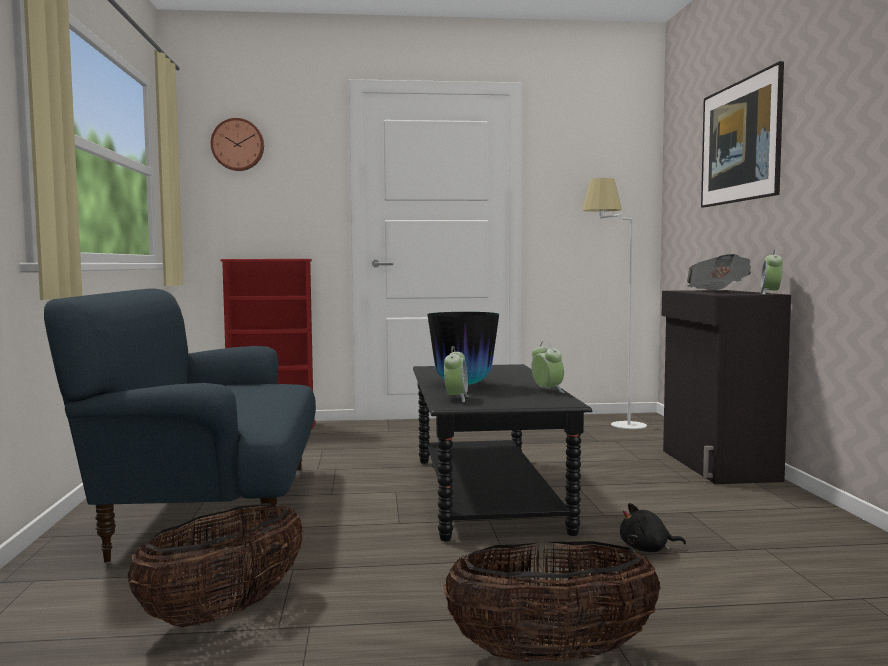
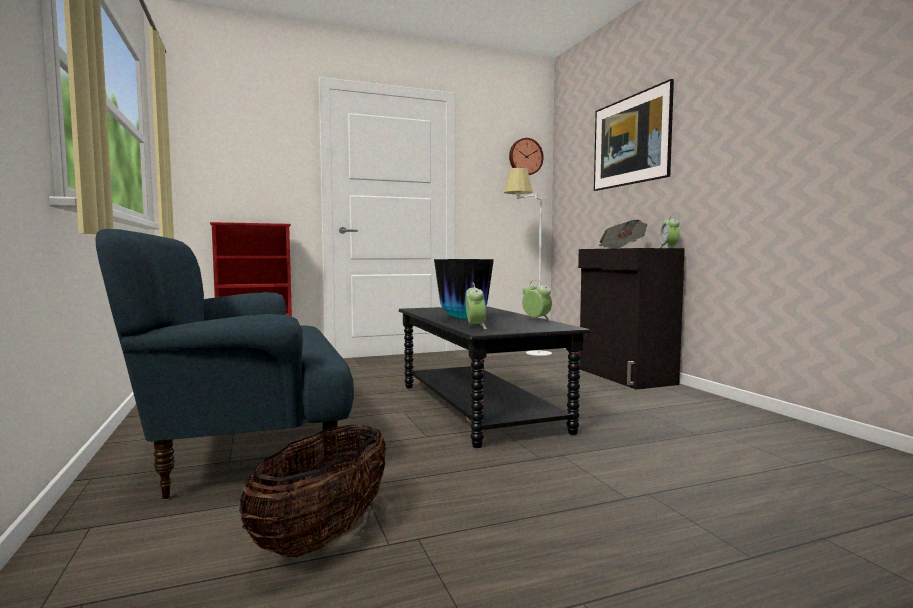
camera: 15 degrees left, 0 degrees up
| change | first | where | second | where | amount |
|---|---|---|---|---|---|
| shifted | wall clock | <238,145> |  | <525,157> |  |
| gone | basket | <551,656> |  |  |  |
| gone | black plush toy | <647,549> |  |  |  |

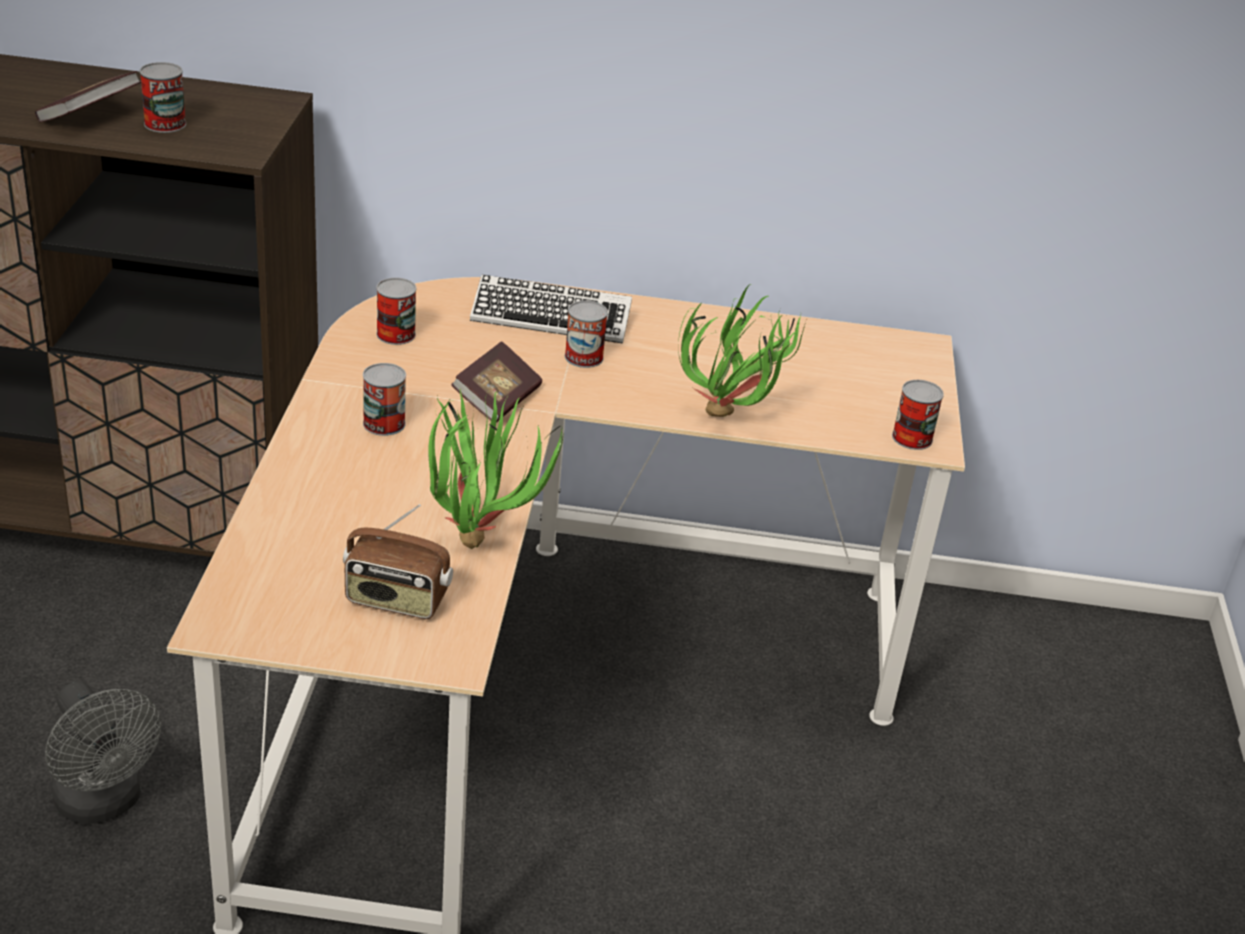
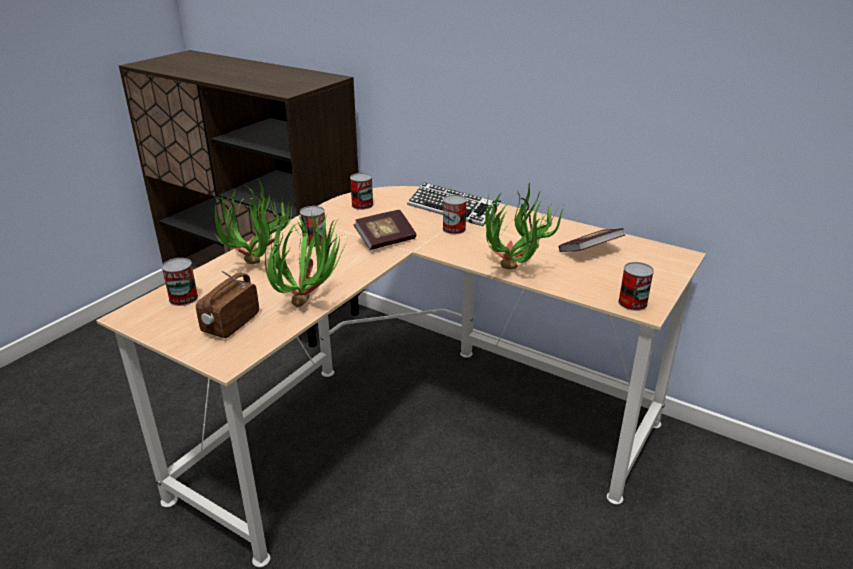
camera: 30 degrees right, 5 degrees down
| change | first | where | second | where | amount |
|---|---|---|---|---|---|
| shifted | can | <165,124> |  | <183,298> |  |
| rotated | radio | <396,600> |  | <230,324> | 75 degrees clockwise |
| new |  |  | potted plant | <258,268> |  |
| shifted | book | <90,116> |  | <590,251> |  |
| gone | grey fan | <104,803> |  |  |  |

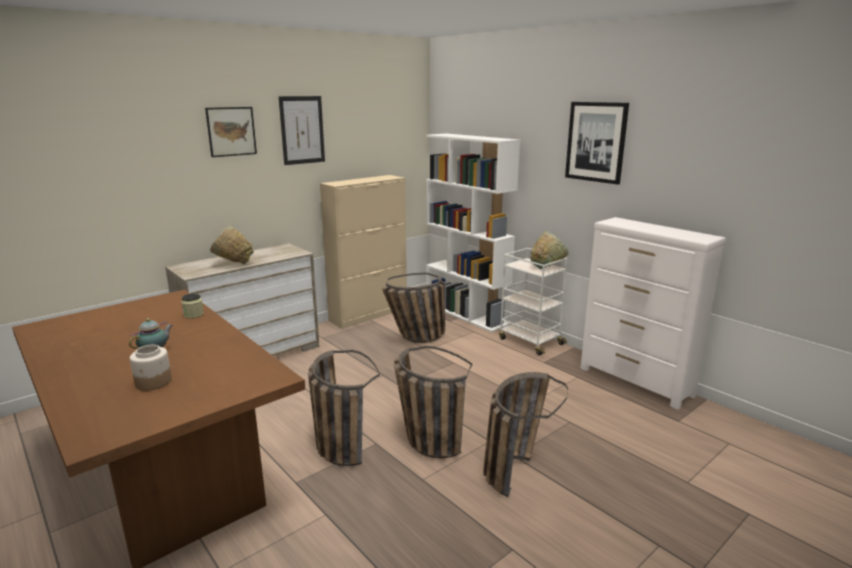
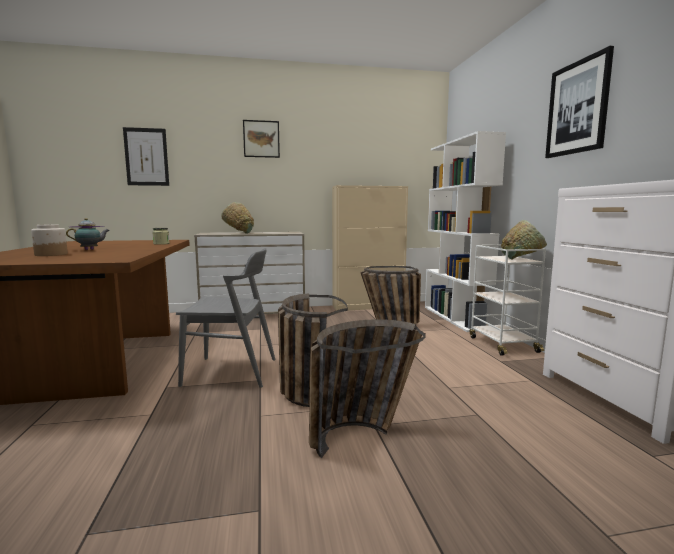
camera: 30 degrees right, 10 degrees down
| change | first | where | second | where | amount |
|---|---|---|---|---|---|
| shifted | picture | <302,130> |  | <146,157> |  |
| swapped | basket | <337,443> | grey chair | <231,372> |  |

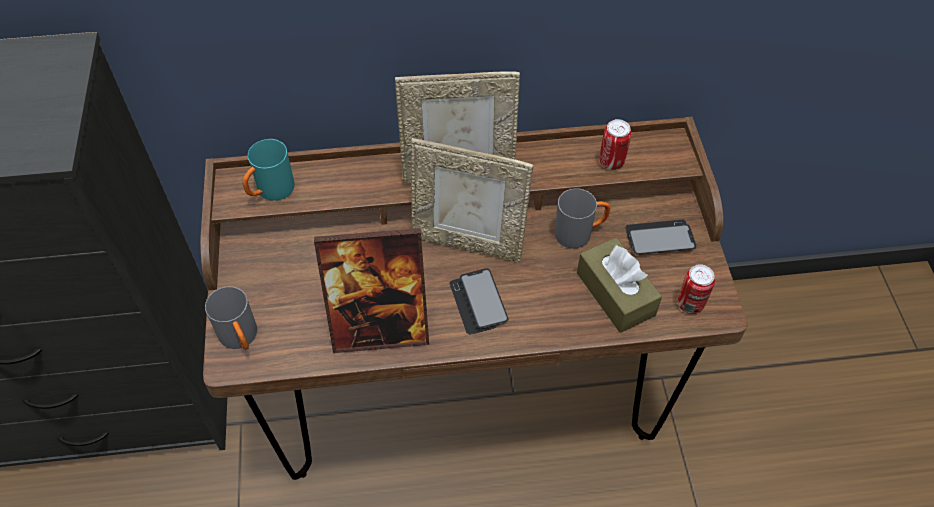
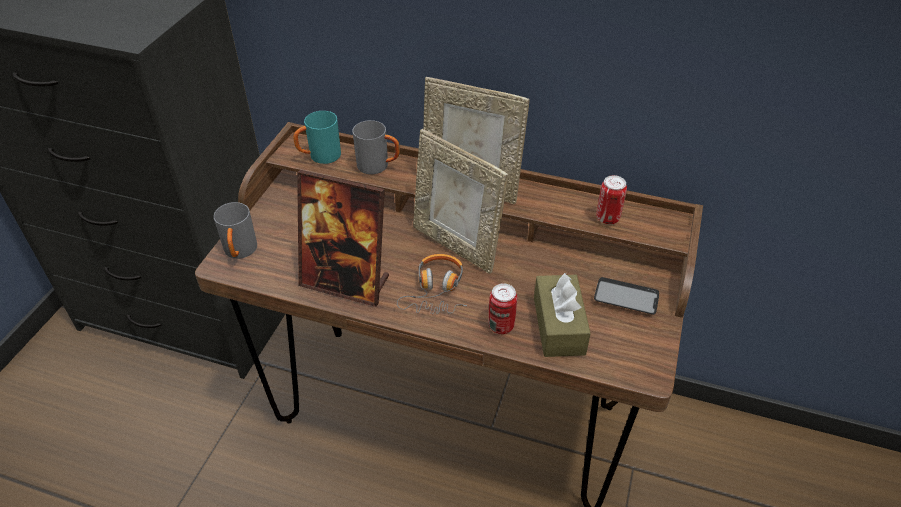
camera: 25 degrees right, 10 degrees down
| change | first | where | second | where | amount |
|---|---|---|---|---|---|
| shifted | grey mug | <580,233> |  | <379,166> |  |
| swapped | phone | <478,302> | headphones | <436,291> |  |
| shifted | can | <690,304> |  | <501,326> |  |

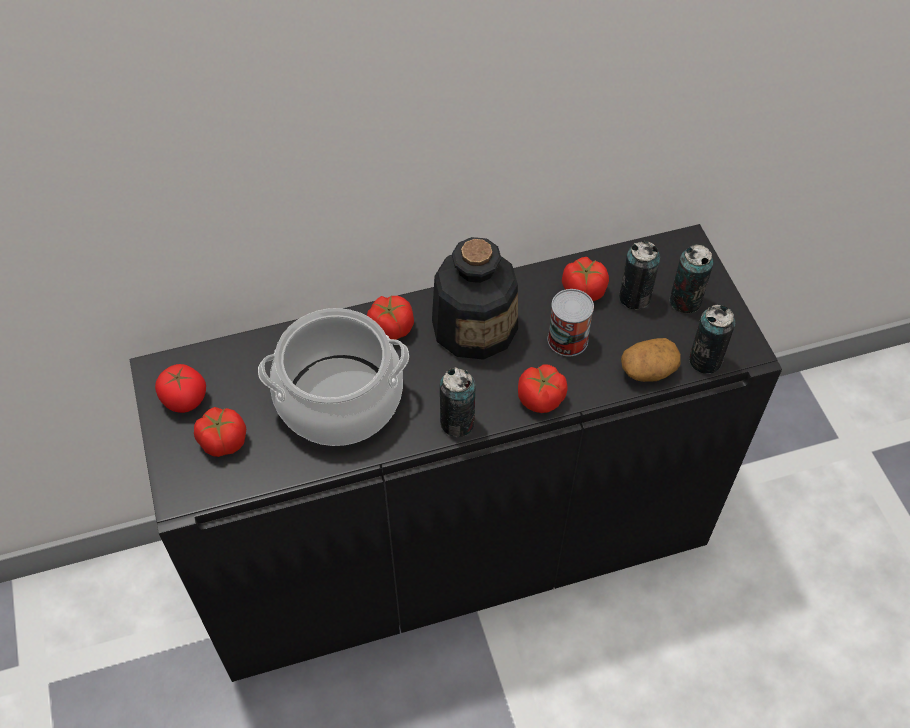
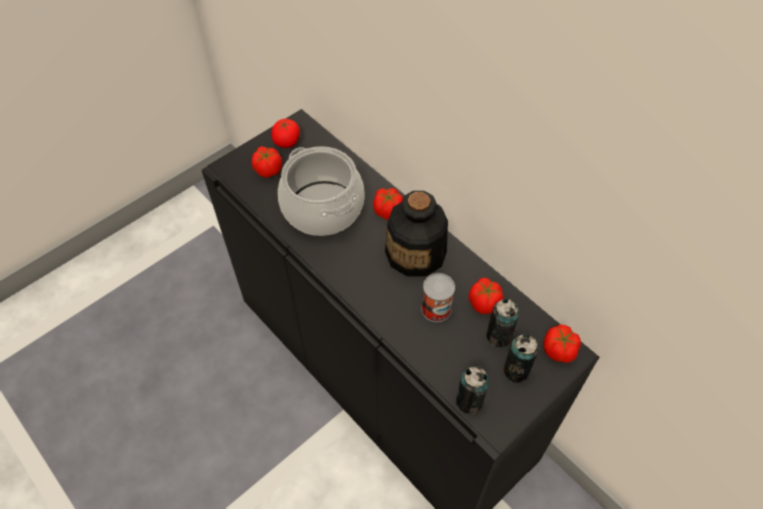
camera: 65 degrees right, 0 degrees up
| change | first | where | second | where | amount |
|---|---|---|---|---|---|
| shifted | tomato | <541,398> |  | <559,350> |  |
| gone | can | <457,423> |  |  |  |
| gone | potato | <648,370> |  |  |  |

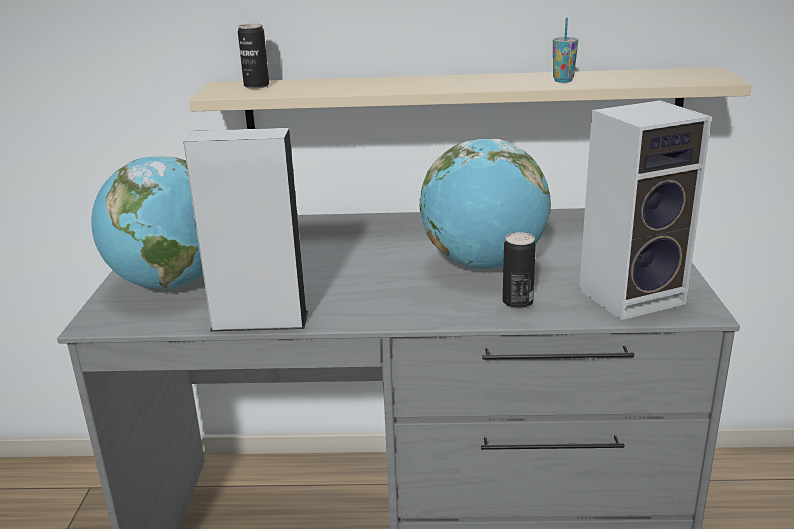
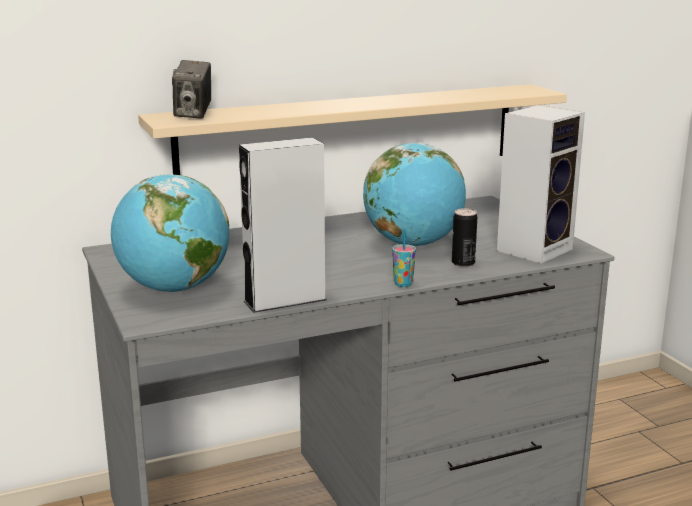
camera: 25 degrees left, 5 degrees down
| change | first | where | second | where | amount |
|---|---|---|---|---|---|
| swapped | can | <256,86> | photo camera | <193,115> |  |
| shifted | cup | <563,80> |  | <403,284> |  |

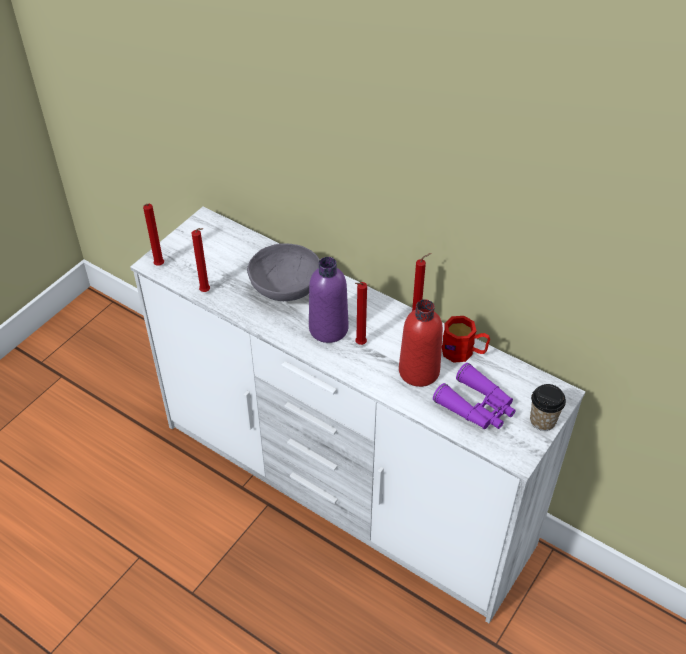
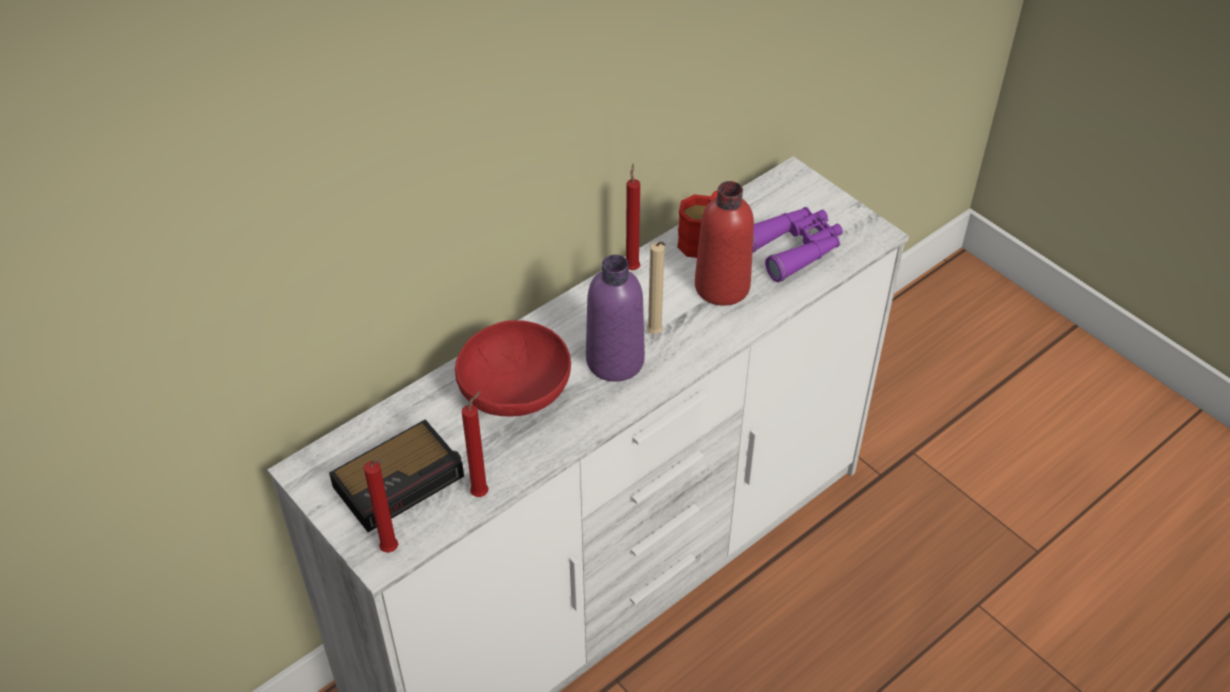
camera: 75 degrees left, 0 degrees up
| change | first | where | second | where | amount |
|---|---|---|---|---|---|
| new |  |  | alarm clock | <401,480> |  |
| repainted | grey bowl | <285,289> | red bowl | <516,394> |  |
| repainted | red candle | <359,344> | beige candle | <655,334> |  |
| gone | cup | <542,421> |  |  |  |

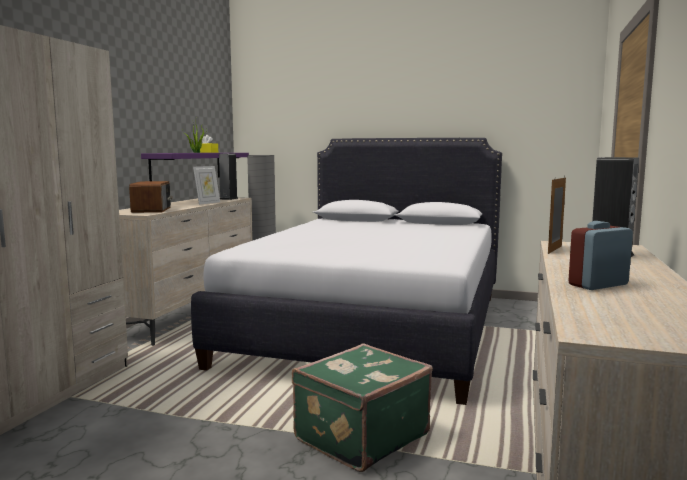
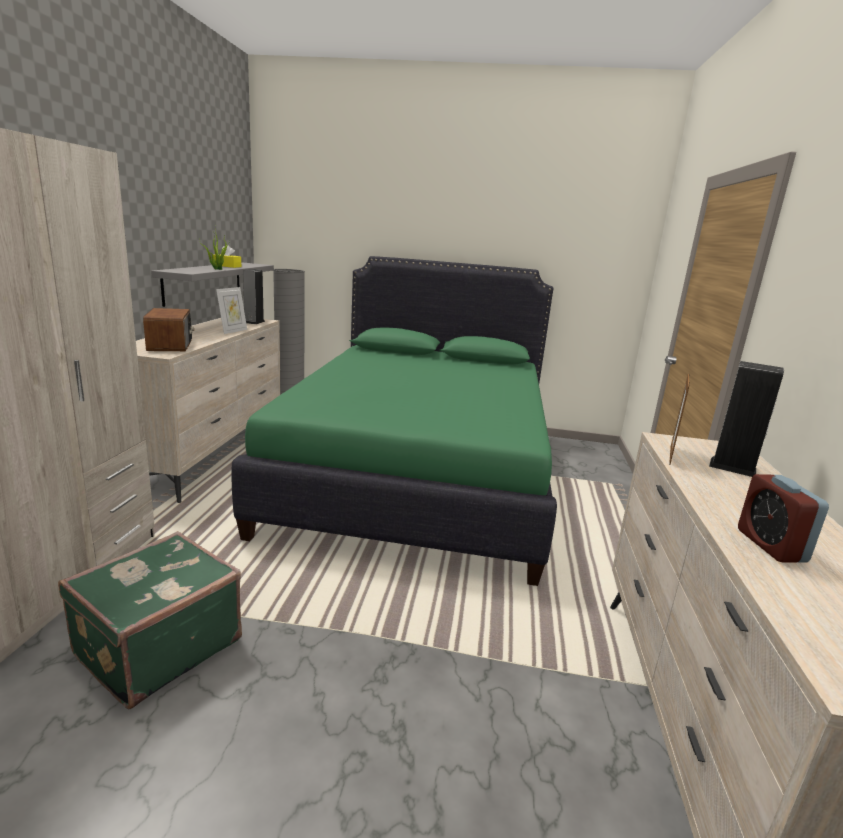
camera: 10 degrees left, 10 degrees up
| change | first | where | second | where | amount |
|---|---|---|---|---|---|
| shifted | green suitcase | <359,436> |  | <157,646> |  |
| repainted | purple shelf | <187,166> | grey shelf | <204,282> |  |
| repainted | white bed | <372,327> | green bed | <418,474> |  |
| rotated | alarm clock | <598,285> |  | <770,545> | 60 degrees counterclockwise |

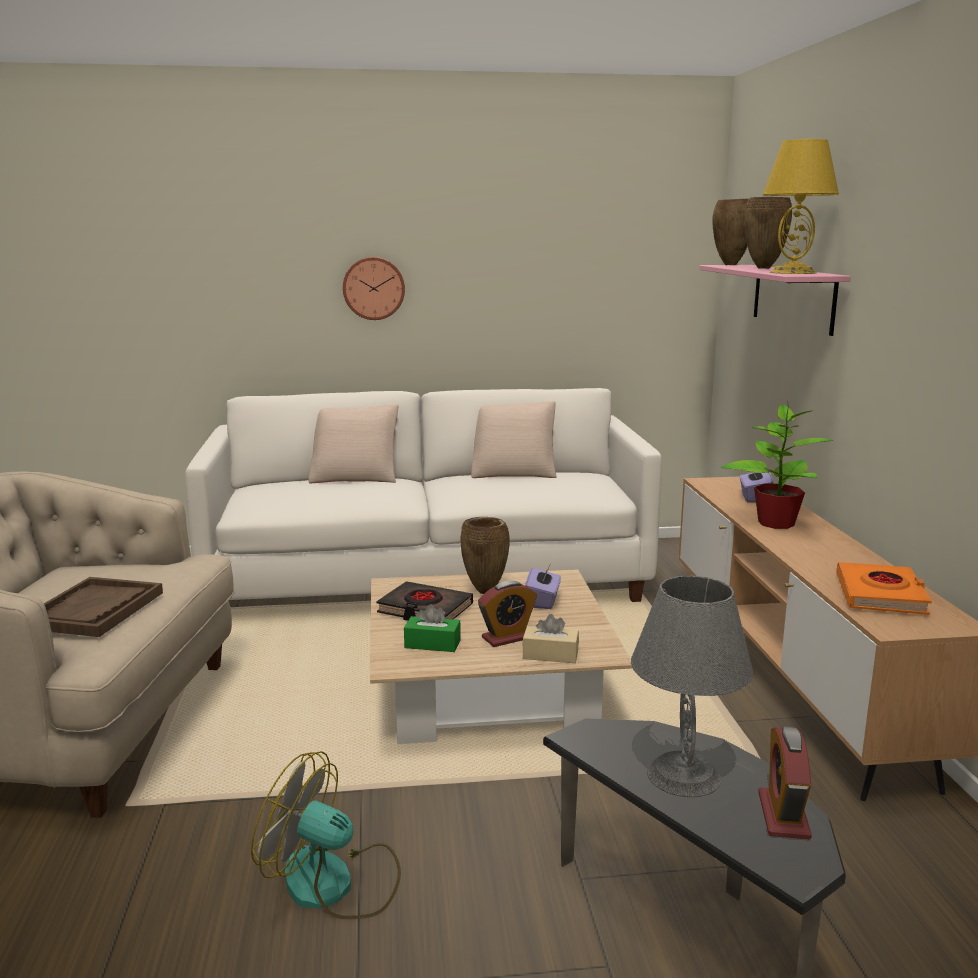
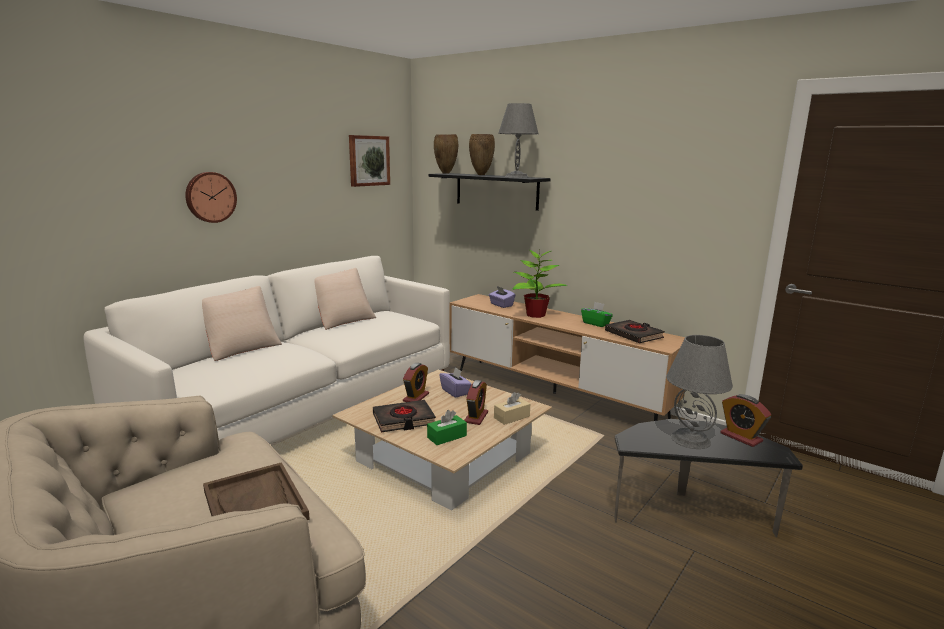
camera: 45 degrees left, 0 degrees up
| change | first | where | second | where | amount |
|---|---|---|---|---|---|
| new |  |  | picture | <368,160> |  |
| swapped | brown vase | <485,591> | alarm clock | <416,397> |  |
| repainted | pink shelf | <793,297> | black shelf | <496,191> |  |
| repainted | yellow table lamp | <793,272> | grey table lamp | <517,177> |  |
| new |  |  | green tissue box | <596,323> |  |
| repainted | orange book | <881,595> | black book | <634,335> |  |
| gone | fan | <334,884> |  |  |  |

